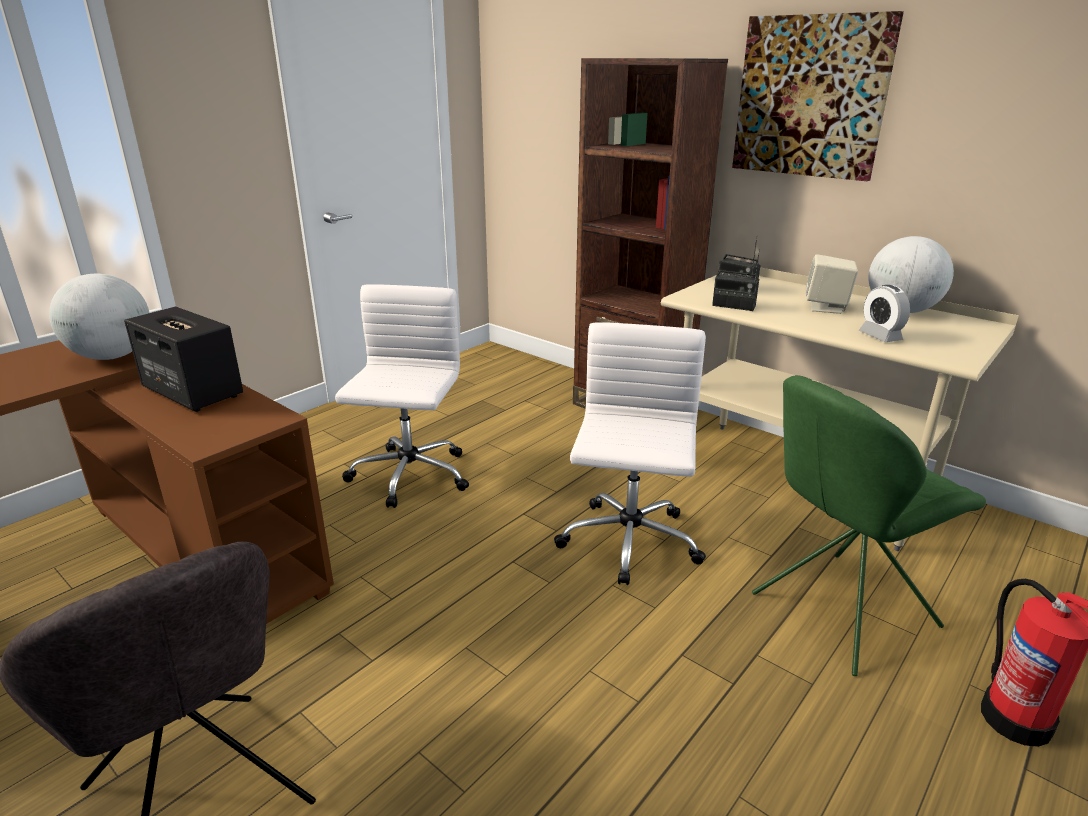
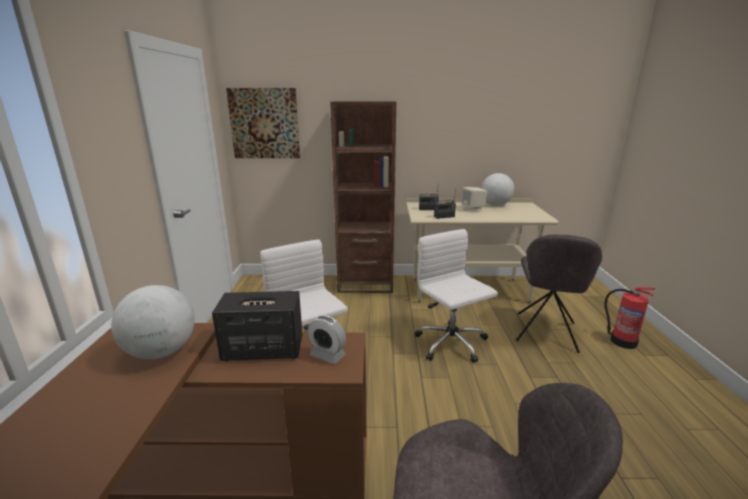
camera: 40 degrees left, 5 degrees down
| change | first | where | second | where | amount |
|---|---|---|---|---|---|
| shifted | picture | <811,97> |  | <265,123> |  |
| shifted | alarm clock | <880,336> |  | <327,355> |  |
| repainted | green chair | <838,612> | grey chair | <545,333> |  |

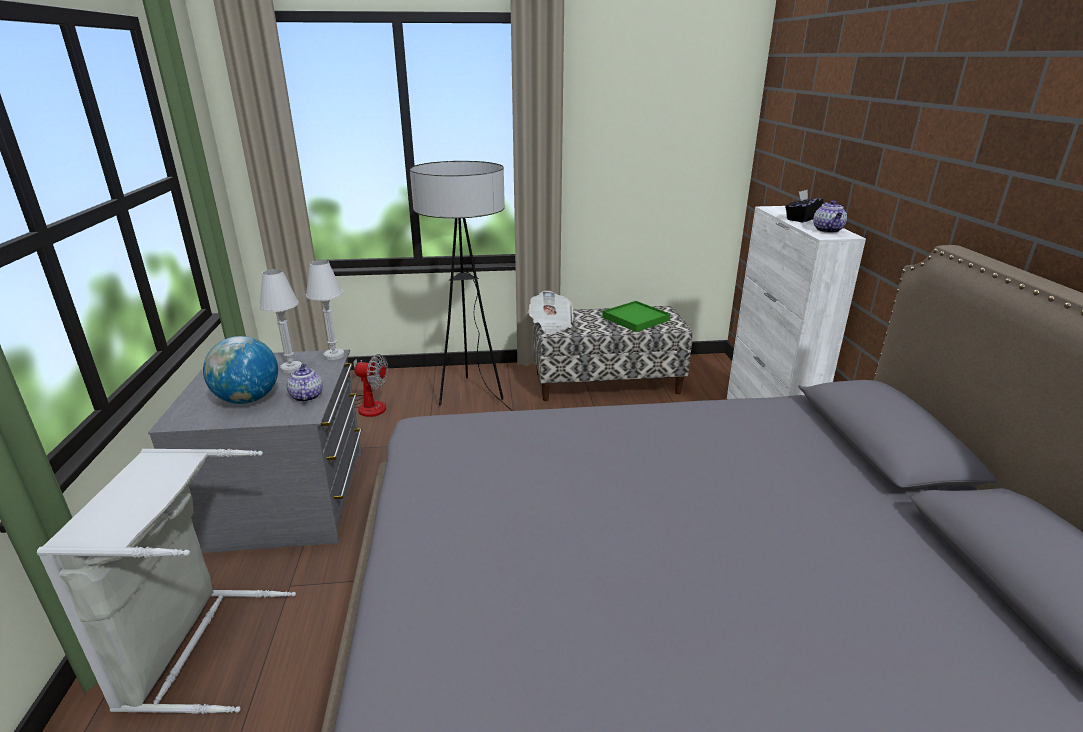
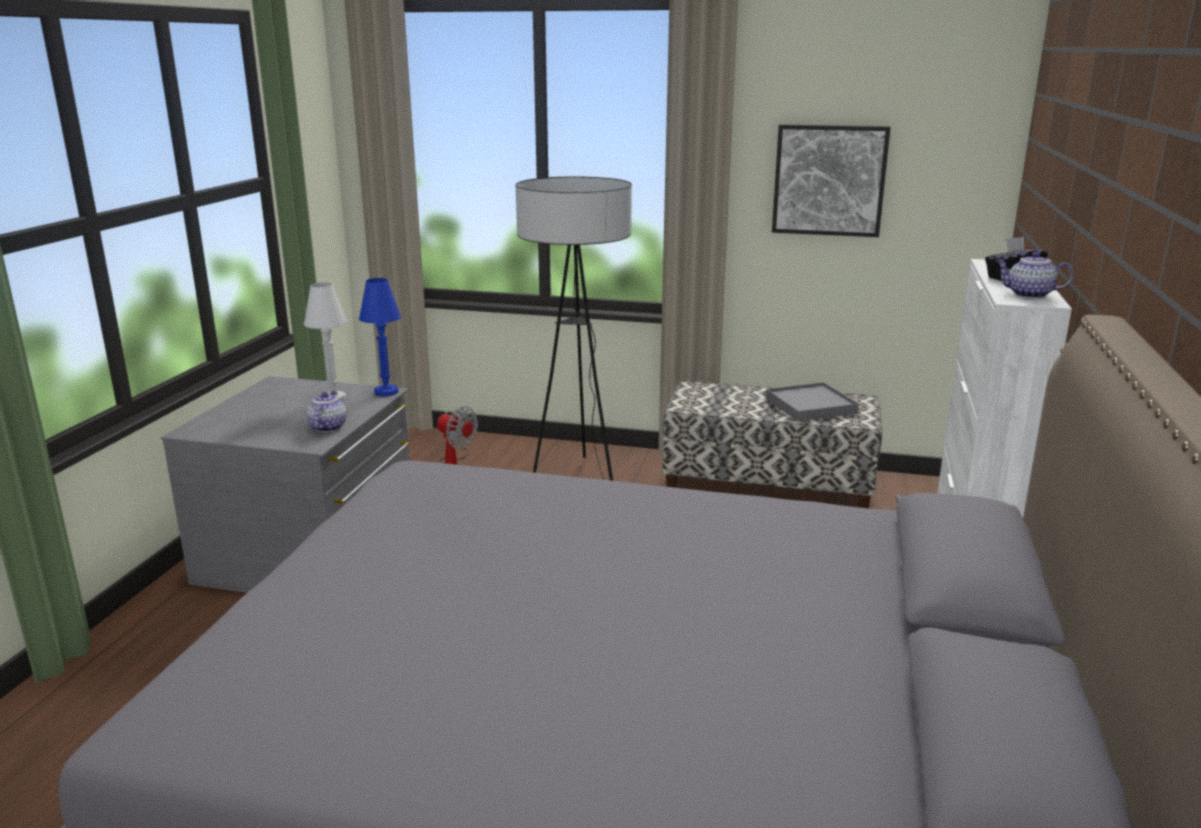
camera: 20 degrees right, 5 degrees down
| change | first | where | second | where | amount |
|---|---|---|---|---|---|
| repainted | white table lamp | <334,355> | blue table lamp | <386,392> |  |
| repainted | green tray | <635,319> | grey tray | <810,405> |  |
| new |  |  | picture | <829,180> |  |
| rotated | teapot | <828,230> |  | <1028,295> | 90 degrees clockwise |
| gone | grey laundry basket | <194,648> |  |  |  |
| gone | globe | <248,399> |  |  |  |
| gone | newspaper | <551,325> |  |  |  |

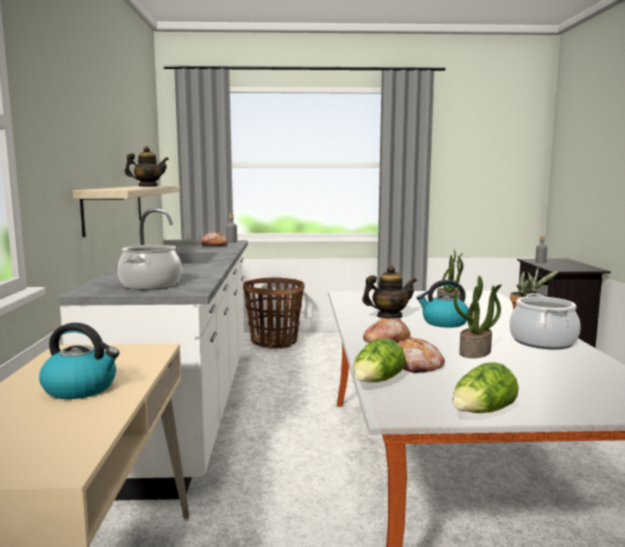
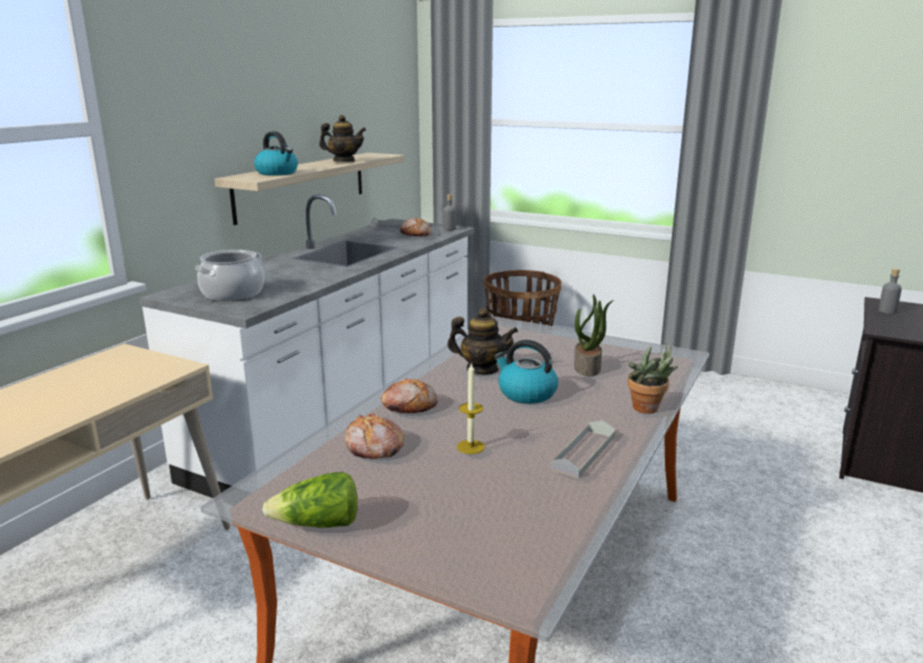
camera: 30 degrees right, 10 degrees up
| change | first | where | second | where | amount |
|---|---|---|---|---|---|
| shifted | kettle | <81,388> |  | <277,173> |  |
| swapped | potted plant | <475,352> | candle | <470,447> |  |
| swapped | cooking pot | <542,342> | grey tray | <584,453> |  |
| gone | lettuce | <377,382> |  |  |  |

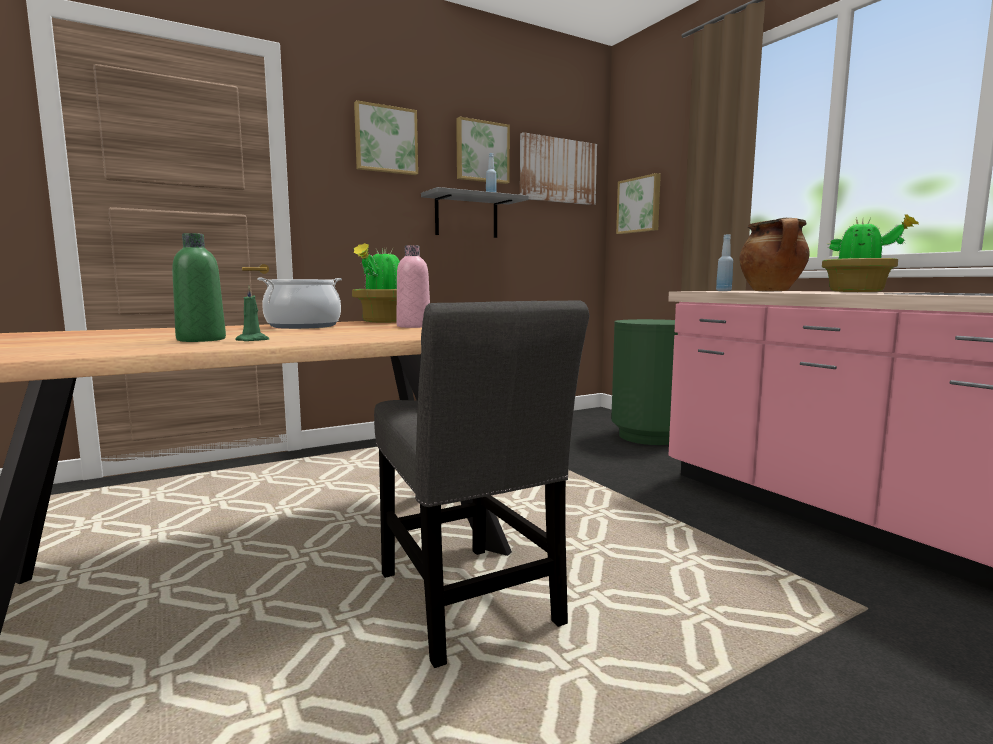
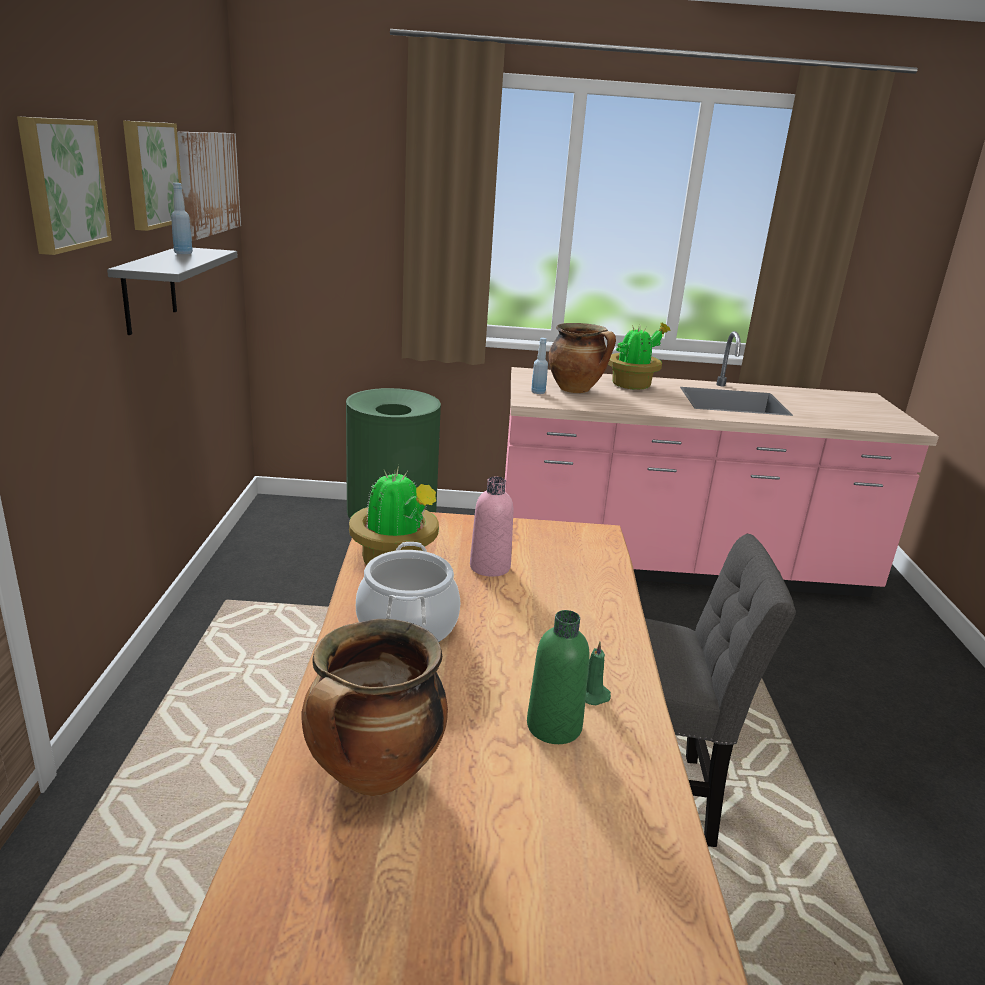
camera: 60 degrees left, 15 degrees up
| change | first | where | second | where | amount |
|---|---|---|---|---|---|
| new |  |  | cooking pot | <374,775> |  |
| gone | picture | <639,205> |  |  |  |

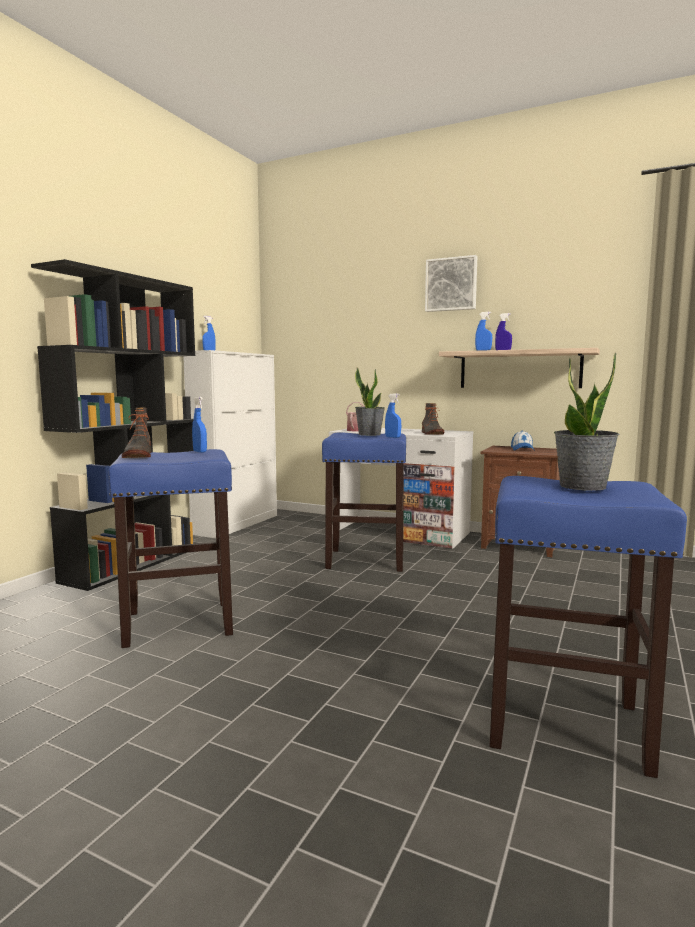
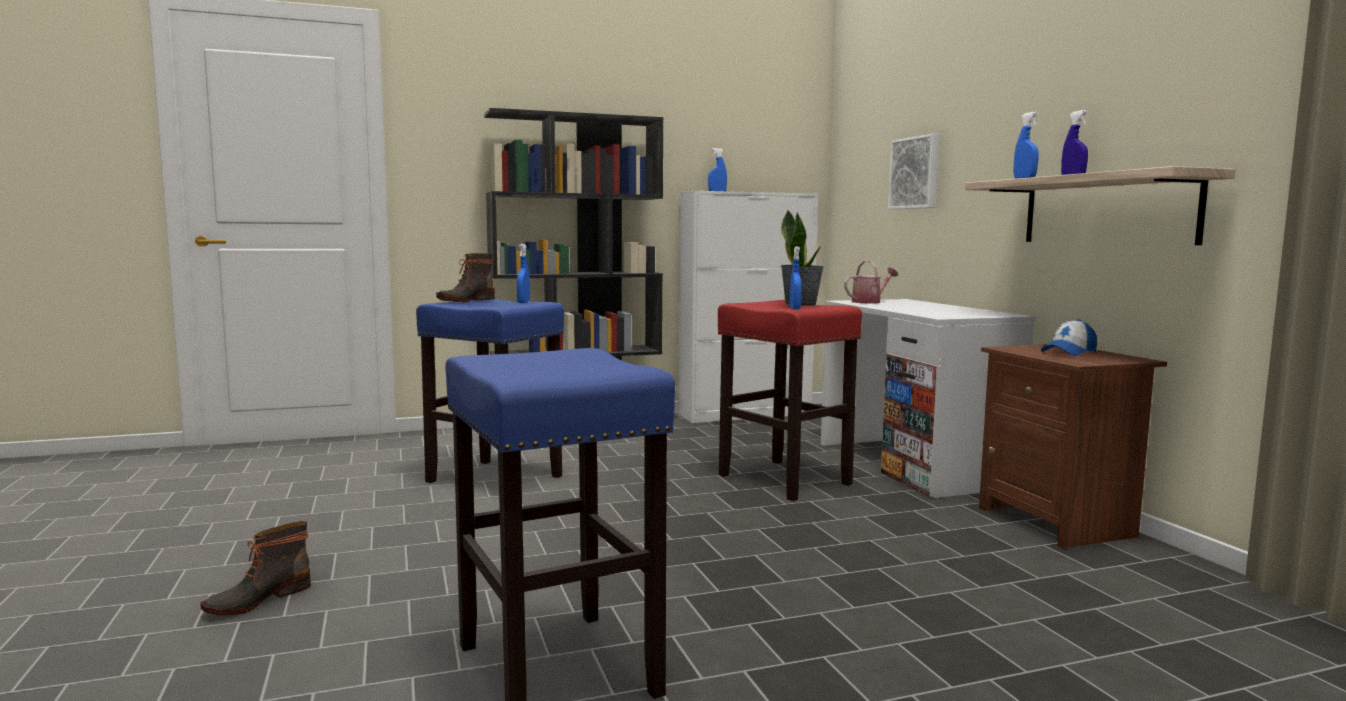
camera: 45 degrees right, 0 degrees up
| change | first | where | second | where | amount |
|---|---|---|---|---|---|
| shifted | boot | <431,433> |  | <257,599> |  |
| repainted | blue stool | <364,560> | red stool | <782,479> |  |
| shifted | picture | <451,284> |  | <916,173> |  |
| gone | potted plant | <583,486> |  |  |  |

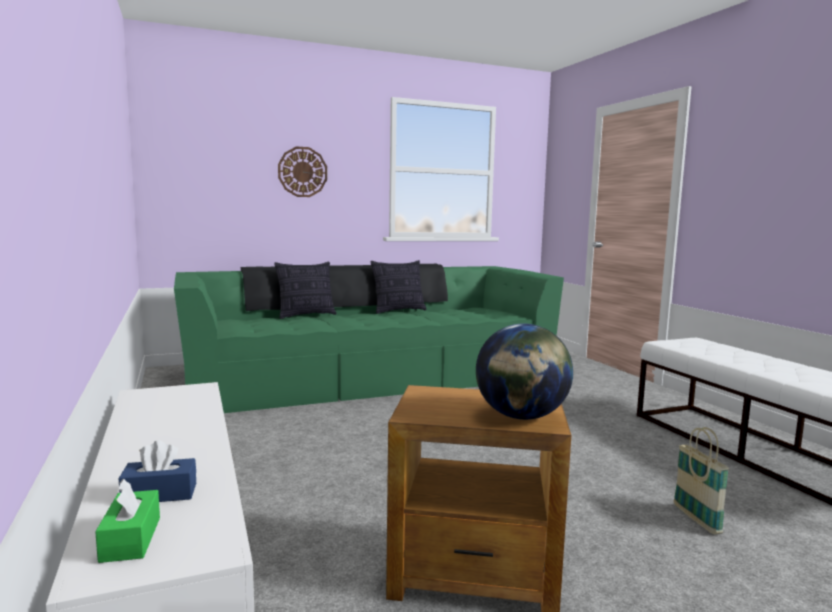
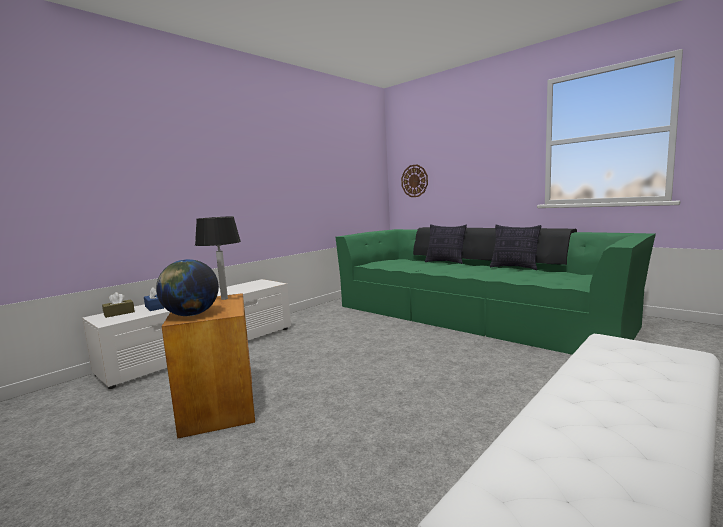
camera: 65 degrees right, 0 degrees up
| change | first | where | second | where | amount |
|---|---|---|---|---|---|
| repainted | green tissue box | <131,539> | brown tissue box | <119,313> |  |
| new |  |  | table lamp | <224,298> |  |
| shifted | wall clock | <302,172> |  | <414,181> |  |
| gone | basket | <696,519> |  |  |  |

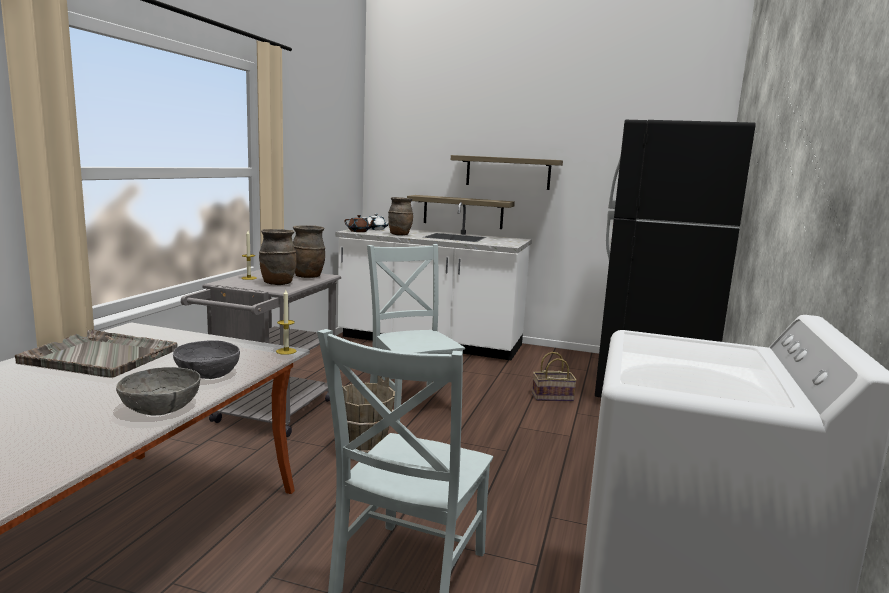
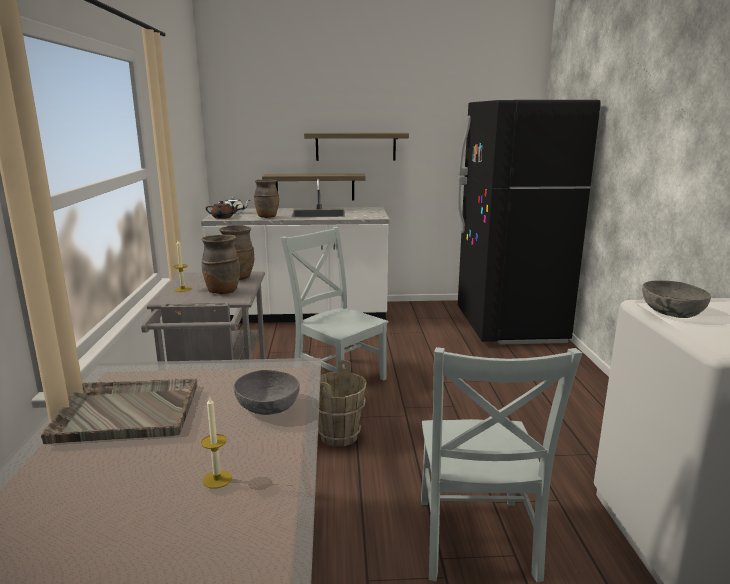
camera: 20 degrees left, 5 degrees up
| change | first | where | second | where | amount |
|---|---|---|---|---|---|
| shifted | candle | <286,351> |  | <217,479> |  |
| shifted | grey bowl | <160,407> |  | <672,313> |  |
| gone | basket | <553,397> |  |  |  |

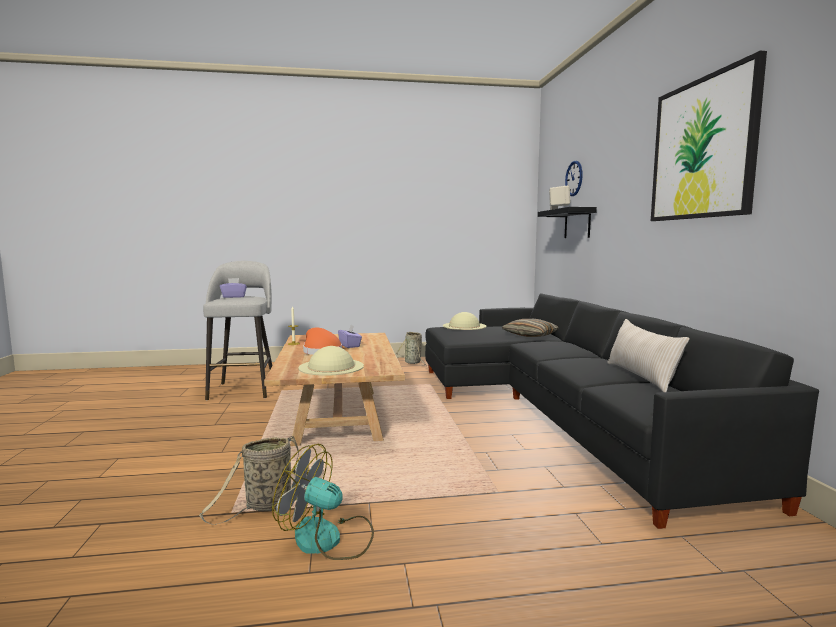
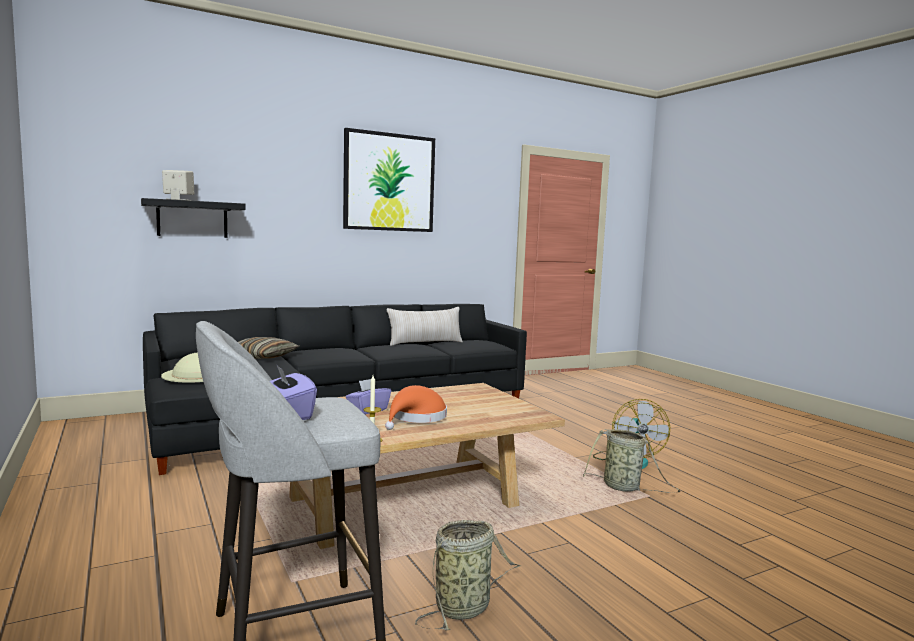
camera: 110 degrees left, 0 degrees up
| change | first | where | second | where | amount |
|---|---|---|---|---|---|
| shifted | basket | <413,363> |  | <465,607> |  |
| gone | beige hat | <331,367> |  |  |  |
| gone | wall clock | <574,178> |  |  |  |

